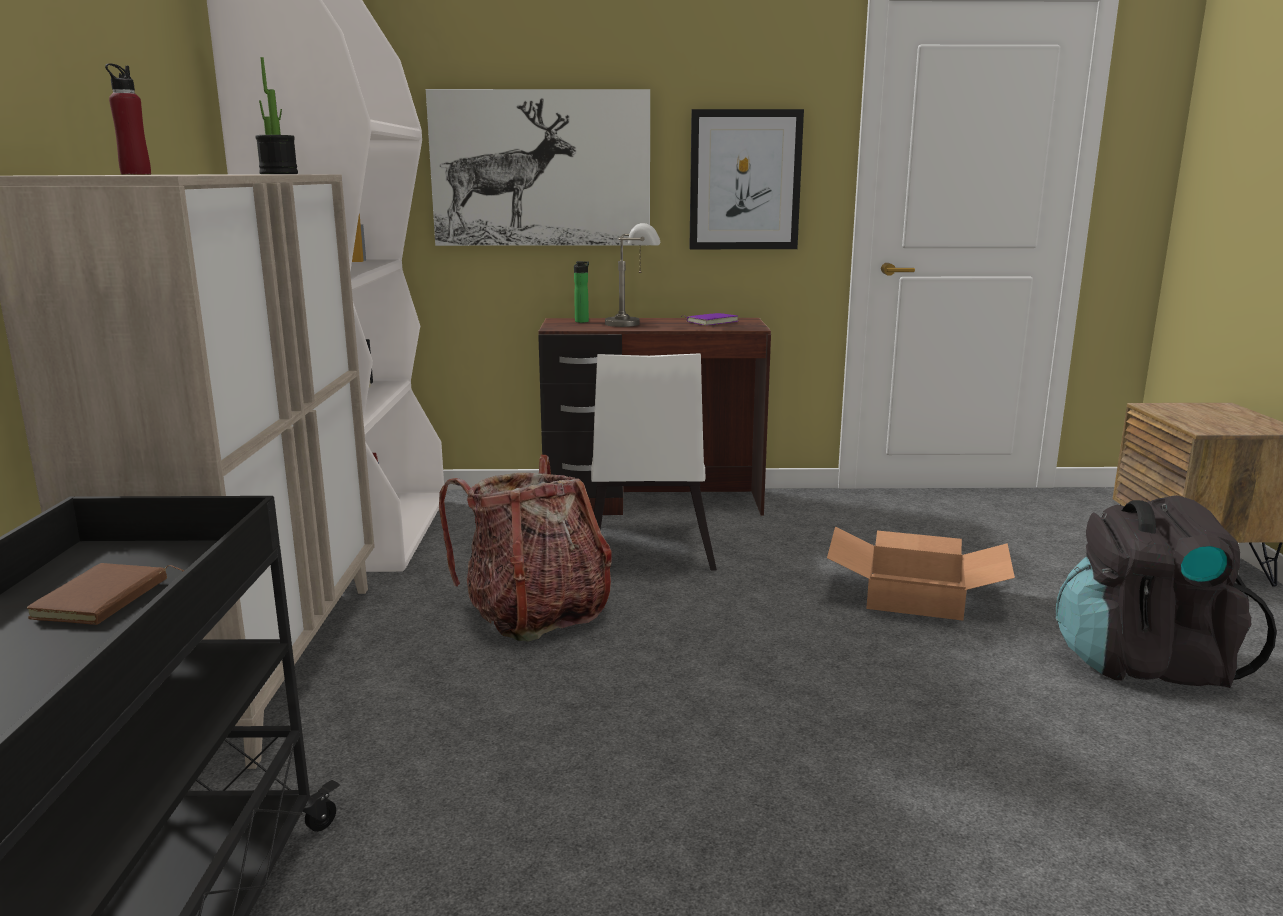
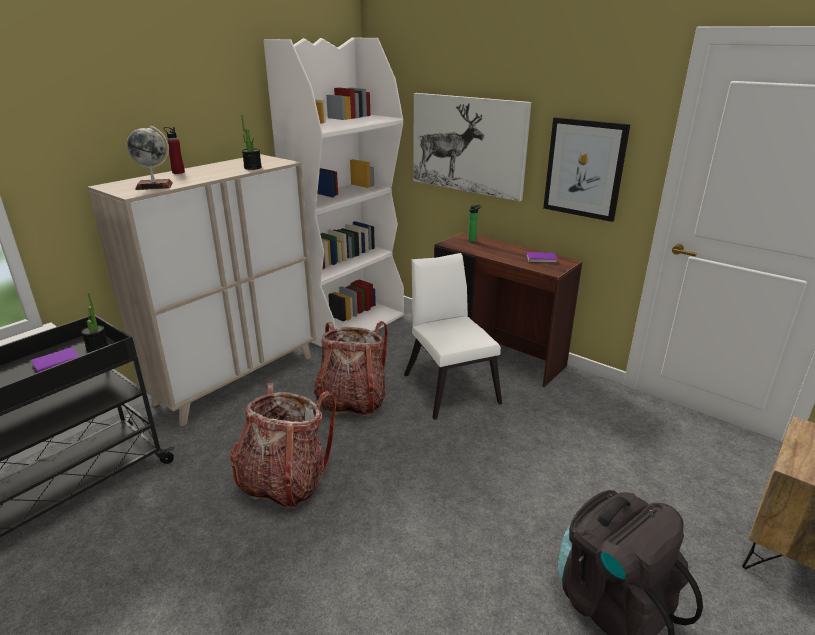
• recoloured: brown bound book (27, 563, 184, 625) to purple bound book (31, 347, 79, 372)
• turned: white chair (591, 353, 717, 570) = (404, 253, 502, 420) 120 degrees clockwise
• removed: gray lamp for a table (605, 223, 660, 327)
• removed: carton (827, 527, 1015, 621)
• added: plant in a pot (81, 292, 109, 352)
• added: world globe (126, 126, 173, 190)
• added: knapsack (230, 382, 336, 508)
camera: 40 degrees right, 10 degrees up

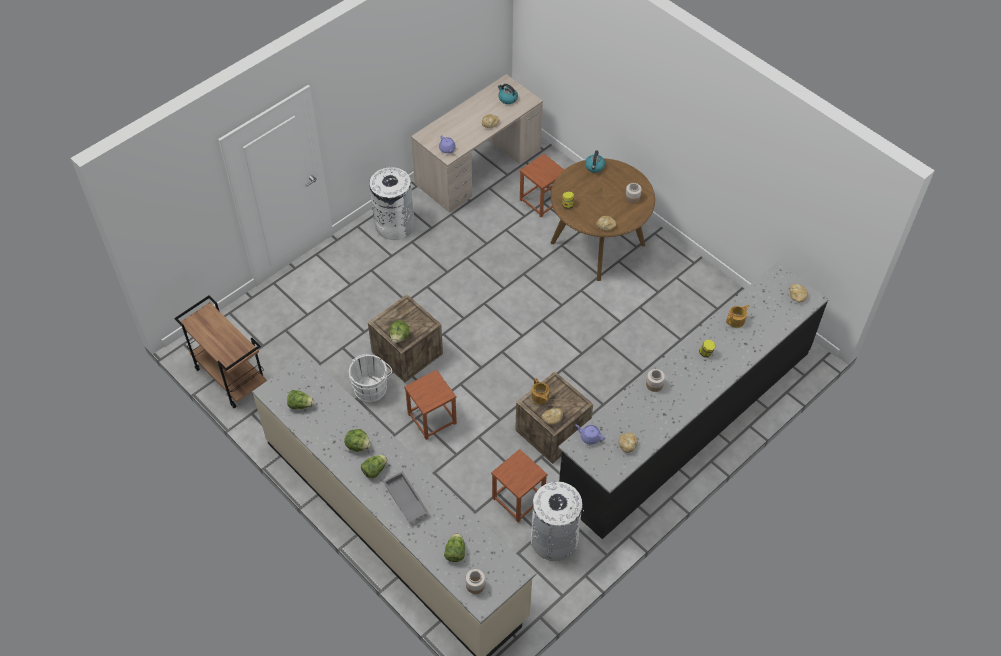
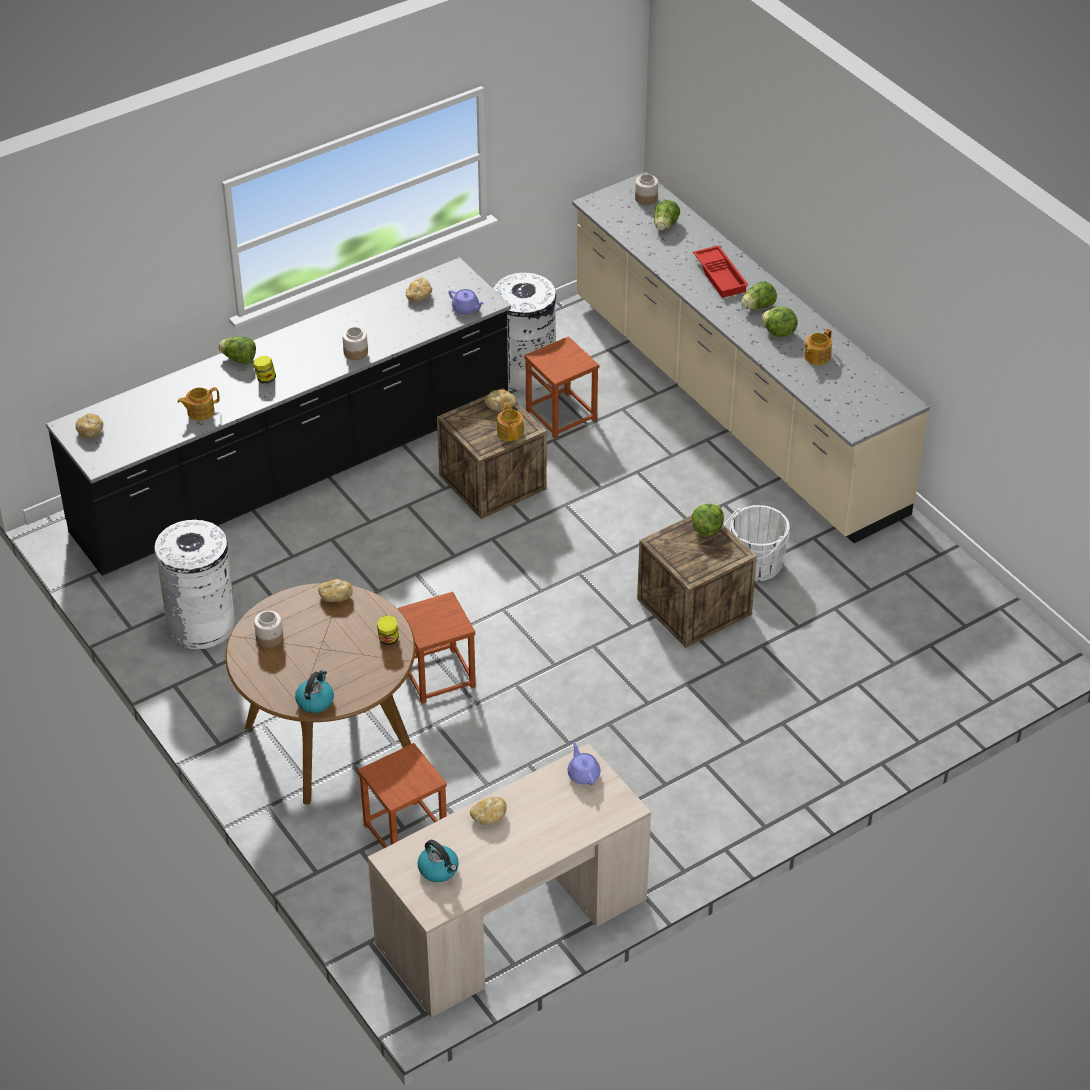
• removed: brown wheeled cart (174, 296, 267, 409)
• moved: head of lettuce (287, 390, 314, 409) to (218, 337, 256, 365)
• moved: white waste bin (369, 166, 415, 240) to (154, 520, 236, 650)
• recoloured: gray serving tray (383, 471, 429, 523) to reddish serving tray (693, 245, 748, 298)
• moved: brown sitting stool (404, 370, 457, 440) to (397, 592, 476, 704)
• added: teapot (804, 329, 832, 365)
camera: 170 degrees left, 10 degrees down

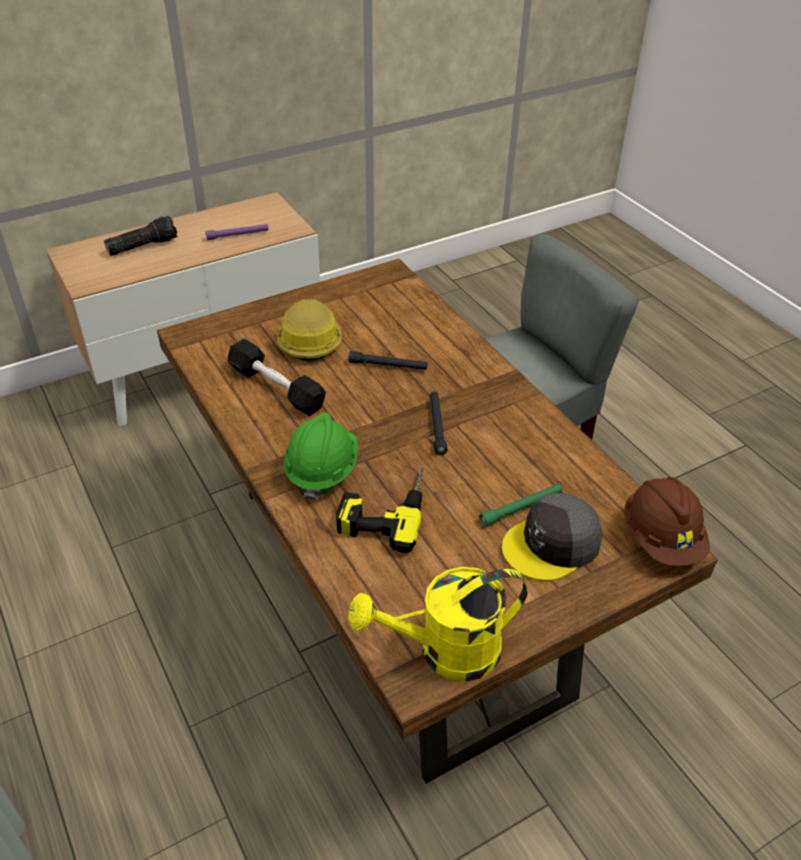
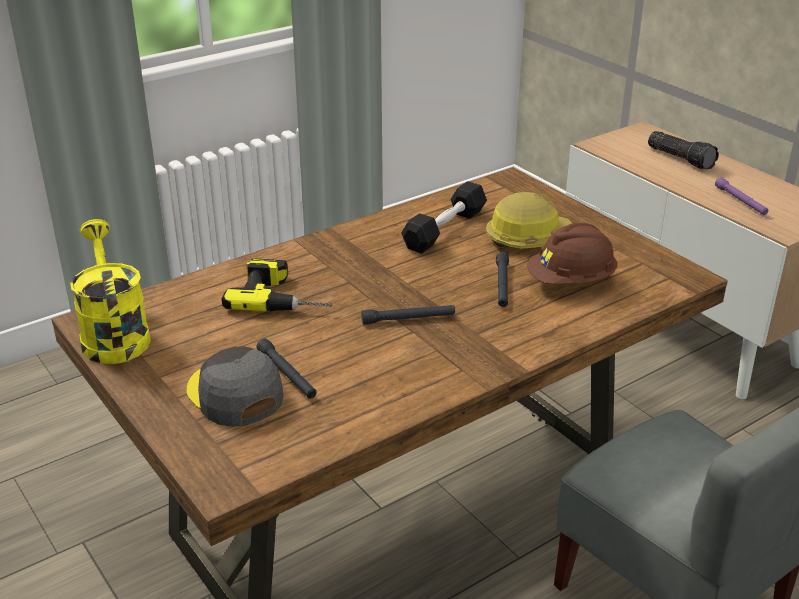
• removed: green safety helmet (284, 413, 358, 501)
• recoloured: green flashlight (479, 484, 562, 527) to blackish flashlight (256, 339, 316, 398)
• moved: brown safety helmet (624, 477, 710, 566) to (527, 223, 617, 284)
camera: 85 degrees right, 10 degrees down

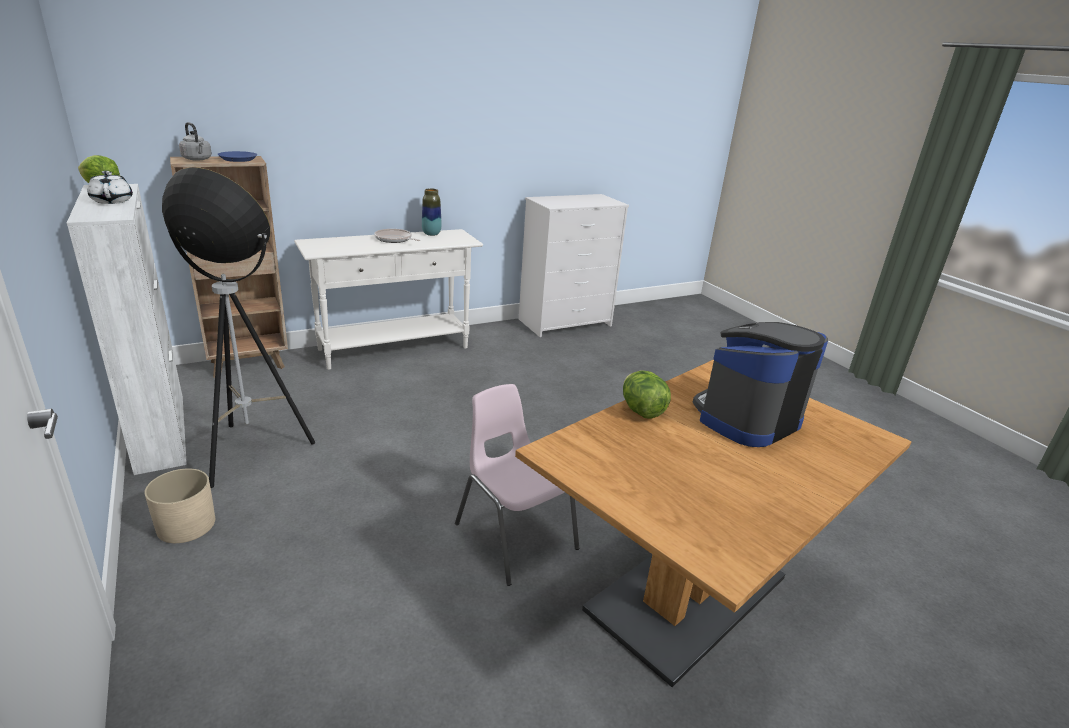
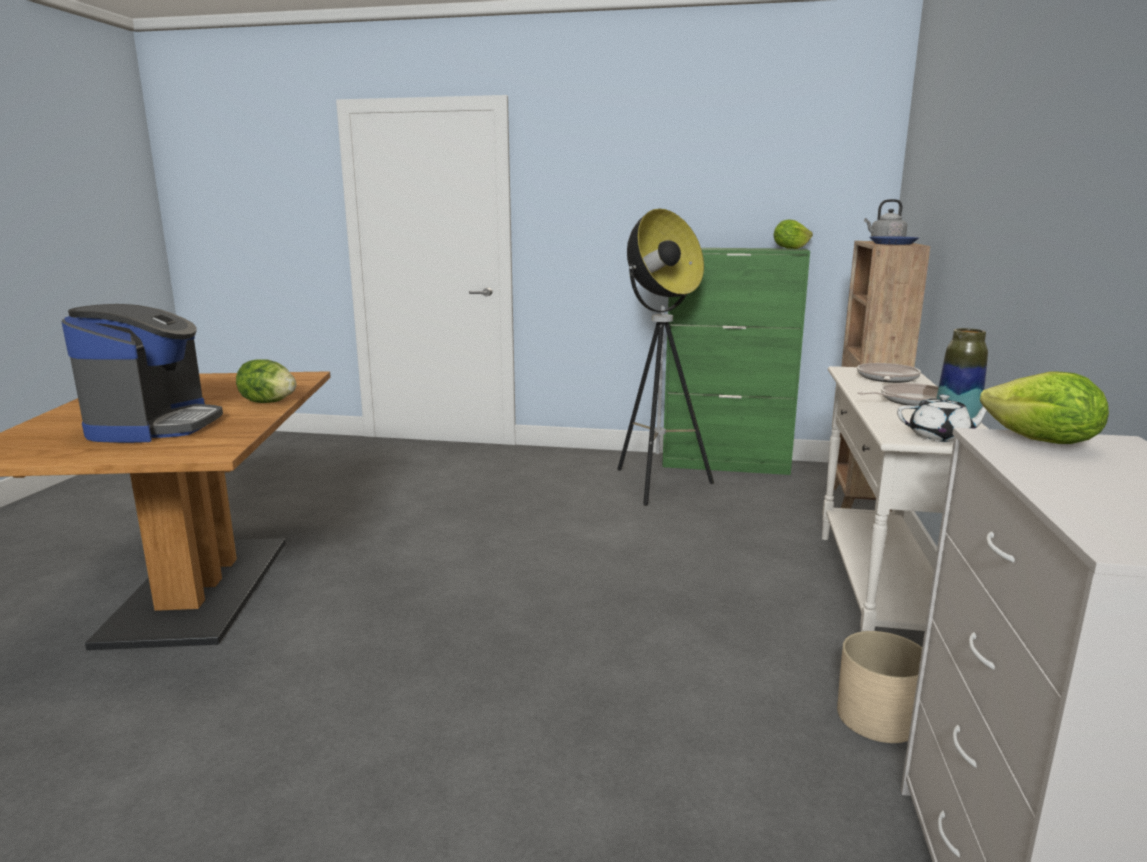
• recoloured: white storage cabinet (67, 184, 187, 475) to green storage cabinet (662, 248, 810, 475)
• moved: white teapot (88, 171, 133, 204) to (897, 394, 987, 442)
• moved: sand-coloured planter (145, 468, 215, 543) to (837, 631, 922, 743)
• removed: pinkish chair (455, 384, 579, 586)
• added: pan (857, 363, 921, 383)
• added: head of lettuce (980, 371, 1109, 444)
camera: 130 degrees right, 10 degrees down

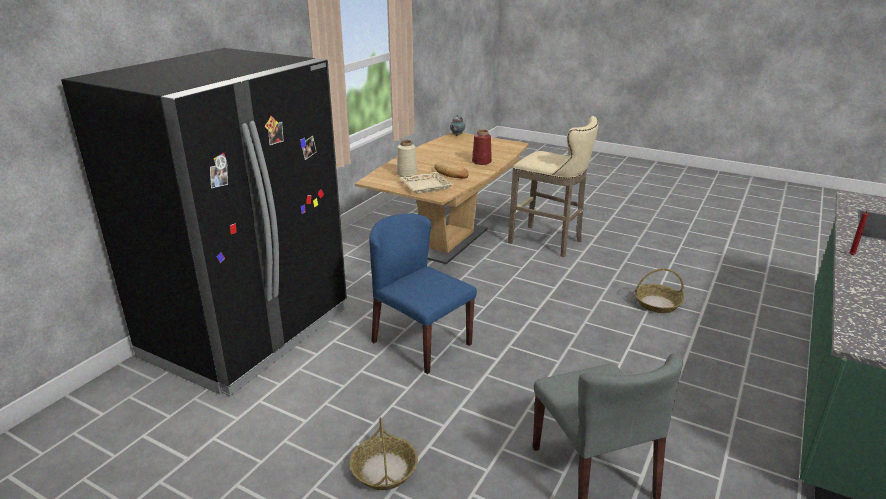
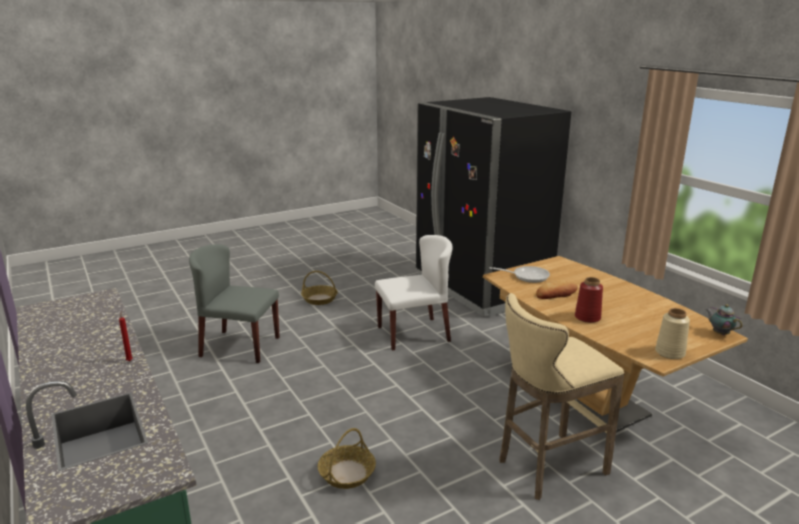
• recoloured: blue-coloured chair (369, 214, 477, 374) to white chair (375, 235, 453, 351)
• moved: sand-coloured flower vase (397, 140, 417, 177) to (655, 308, 690, 359)
• replaced: sand-coloured serving tray (400, 172, 453, 194) to pan (489, 266, 550, 283)
camera: 120 degrees right, 5 degrees down

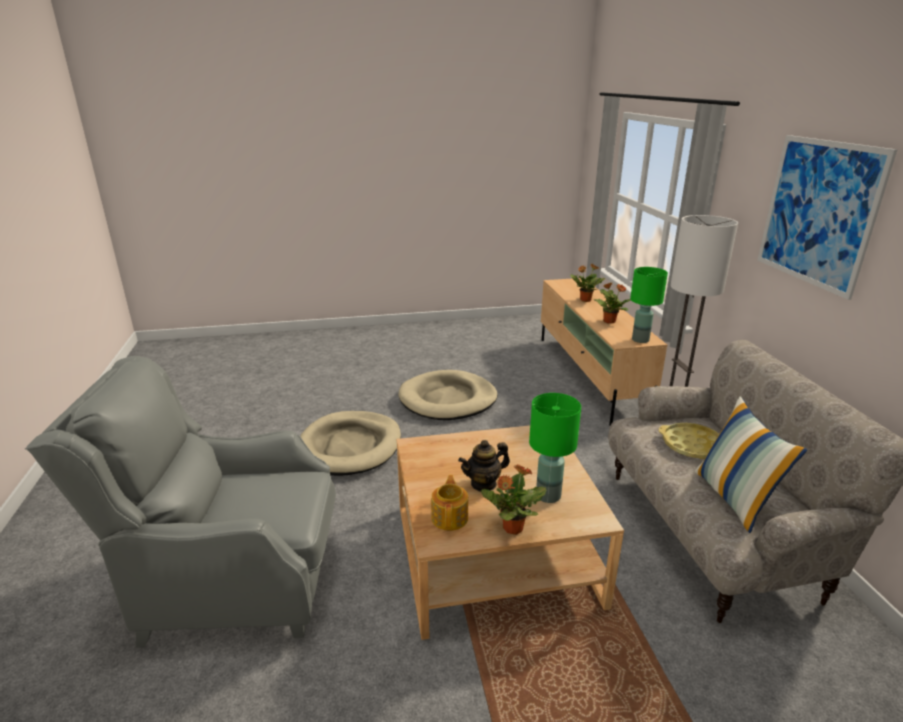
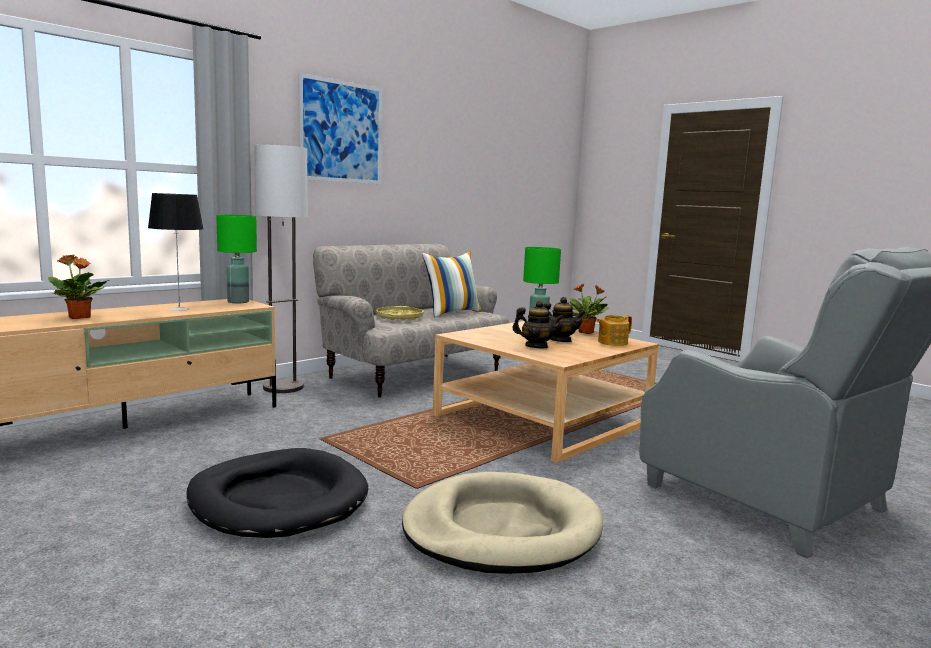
• recoloured: sand-coloured pet bed (399, 370, 498, 420) to blackish pet bed (186, 448, 368, 538)
• replaced: plant in a pot (595, 283, 631, 324) to lamp for a table (148, 193, 204, 311)
• added: teapot (512, 301, 563, 348)
camera: 125 degrees left, 15 degrees down

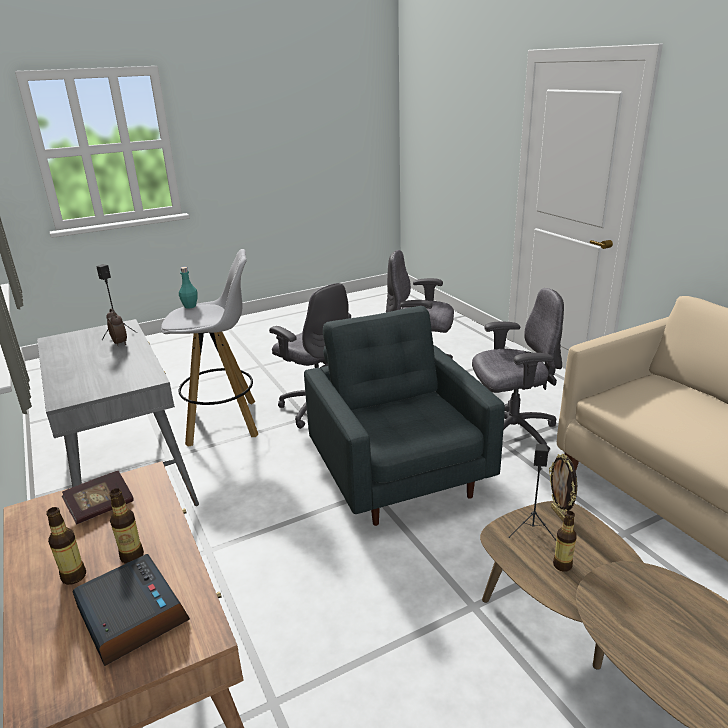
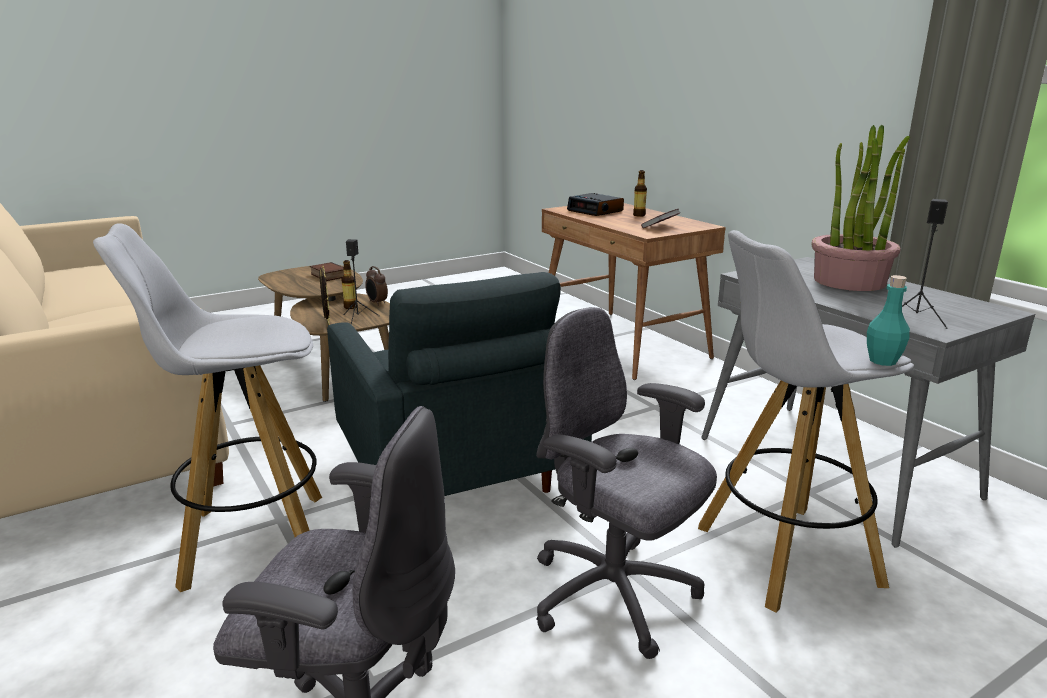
• moved: table clock (106, 308, 127, 346) to (365, 266, 388, 306)
• removed: bottle (109, 488, 144, 564)
• replaced: gray desk chair (472, 288, 564, 452) to white sitting stool (93, 223, 322, 592)
• added: bound book (310, 262, 344, 281)
• added: plant in a pot (811, 125, 910, 291)
camera: 175 degrees right, 5 degrees down

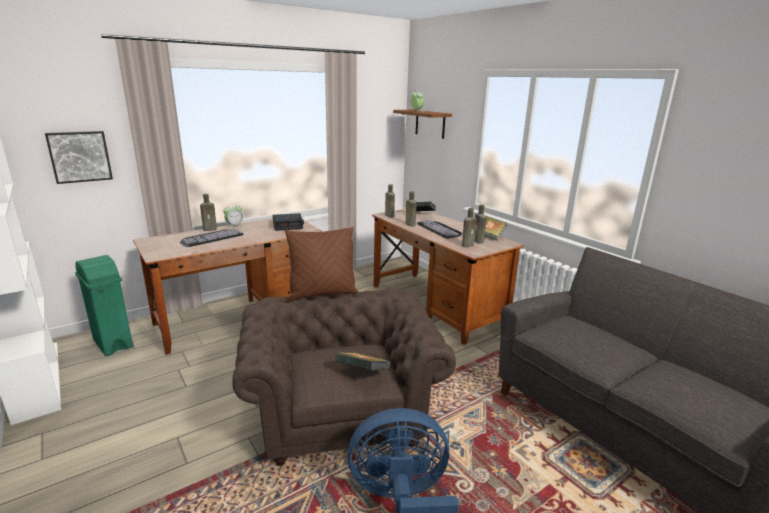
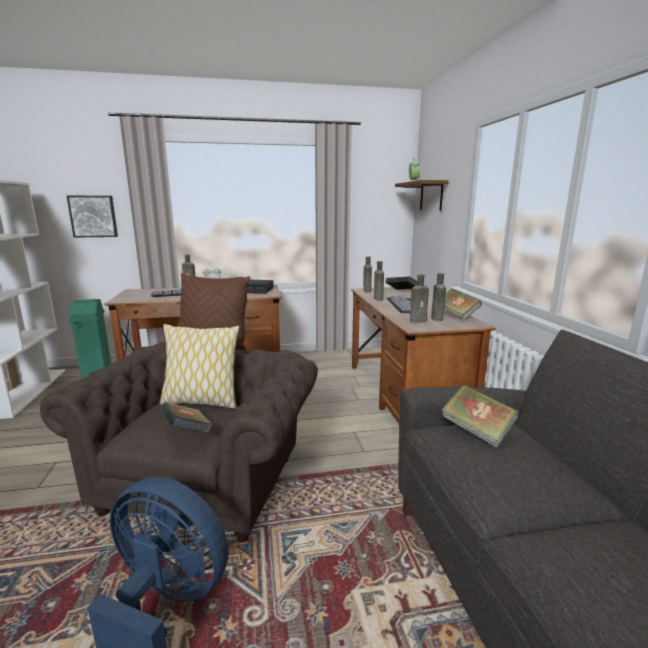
• added: cushion (160, 324, 240, 409)
• added: bound book (442, 383, 519, 448)
camera: 25 degrees right, 5 degrees down

